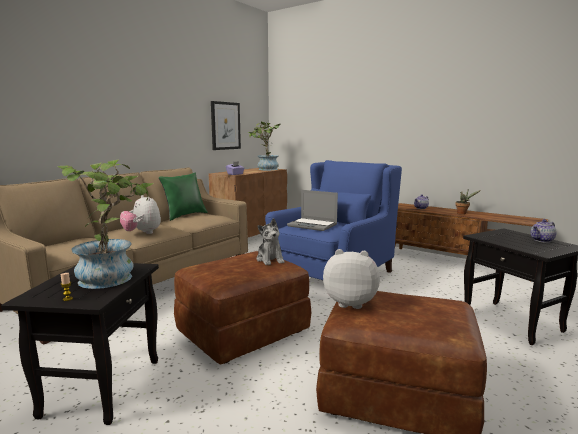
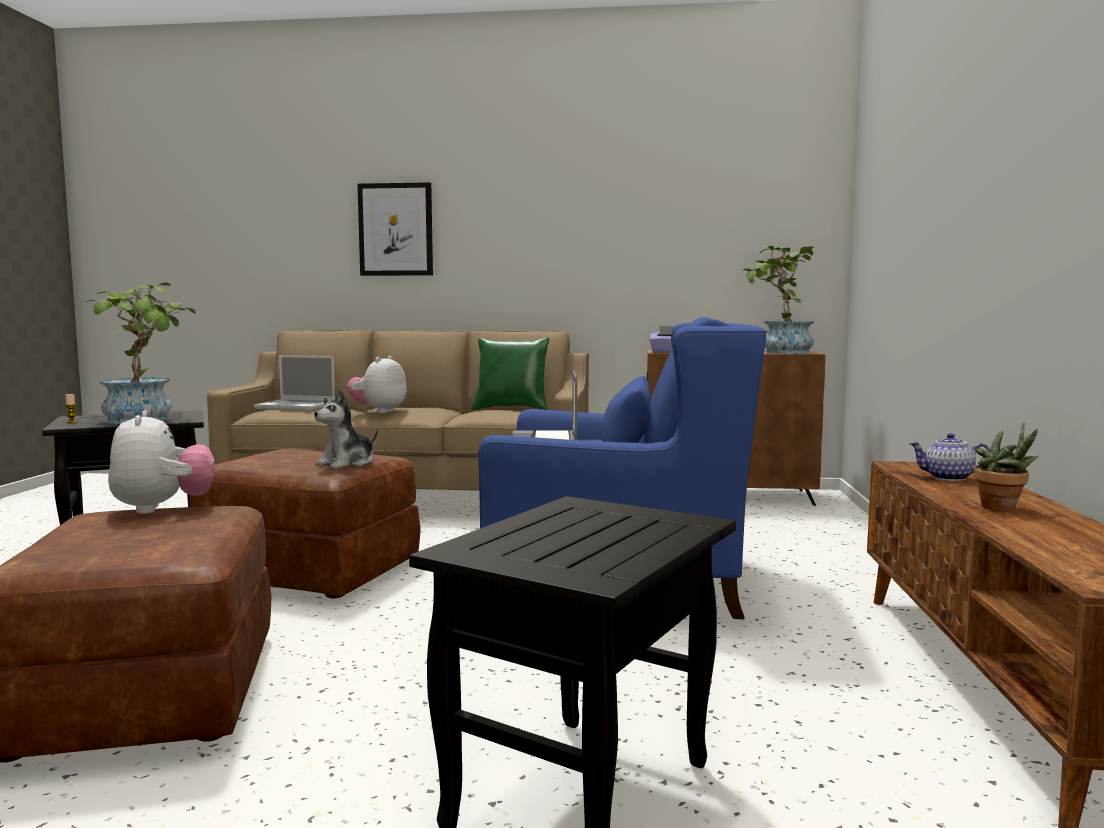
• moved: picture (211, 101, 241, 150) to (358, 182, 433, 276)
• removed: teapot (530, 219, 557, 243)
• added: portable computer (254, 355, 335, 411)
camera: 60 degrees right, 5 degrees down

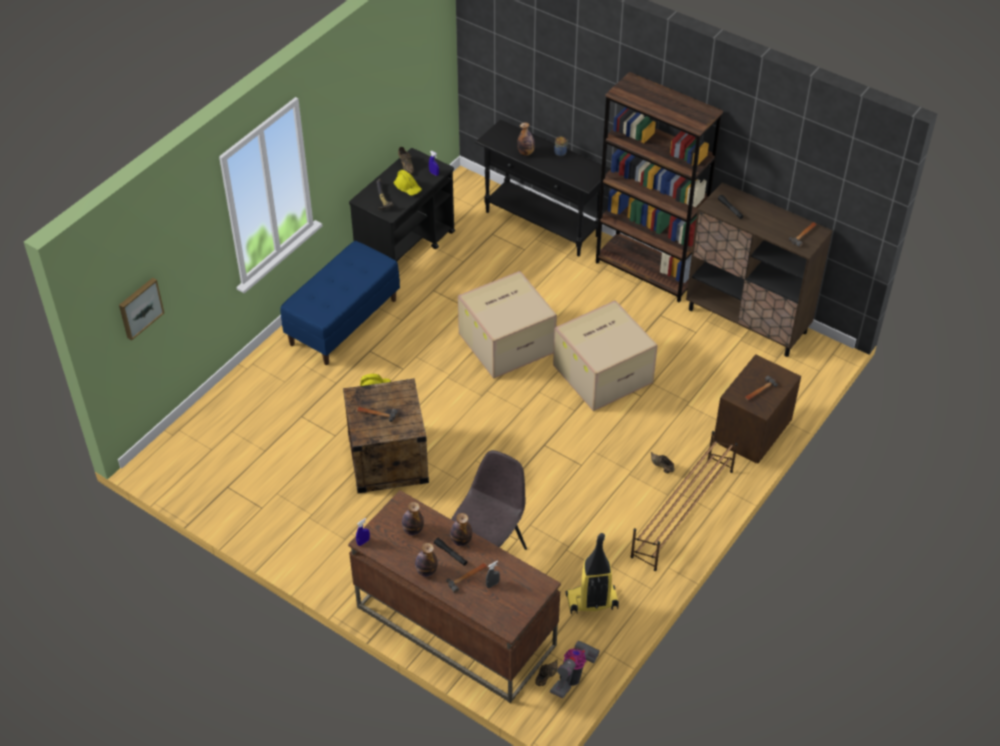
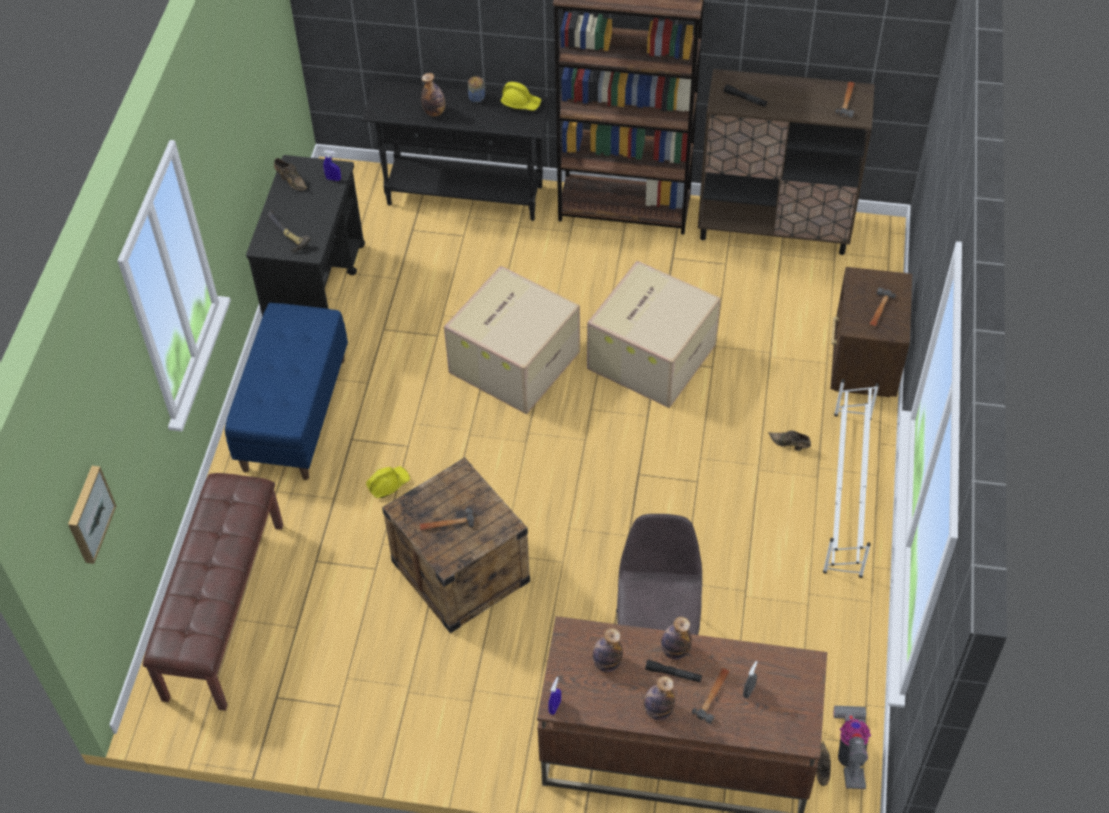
• moved: yellow safety helmet (393, 170, 422, 196) to (501, 82, 541, 111)
• removed: vacuum cleaner (566, 533, 619, 614)
• recoloured: brown shoe rack (630, 431, 738, 571) to white shoe rack (823, 379, 879, 578)
• added: brown bench (143, 473, 283, 711)
camera: 25 degrees left, 5 degrees up

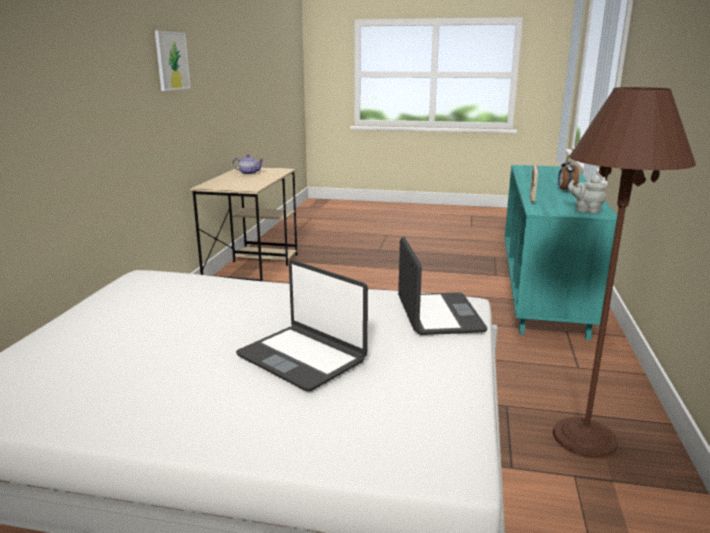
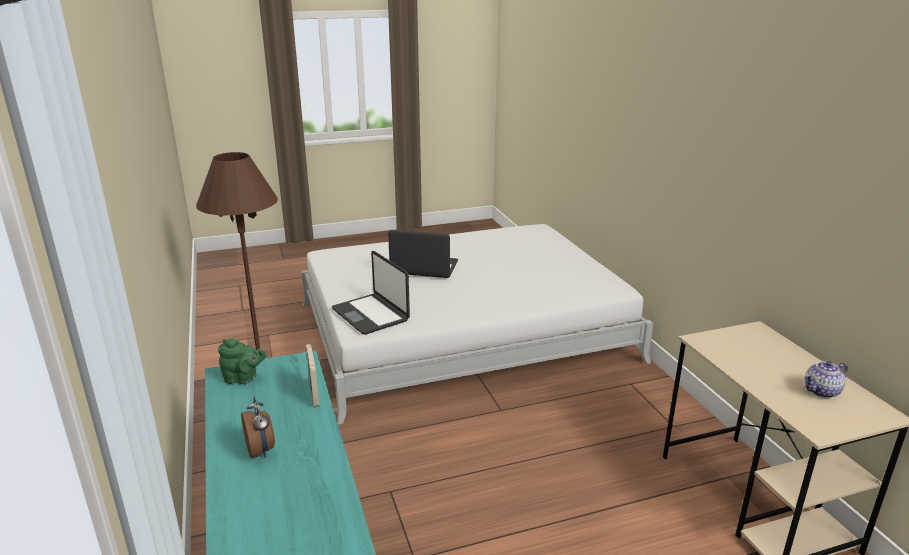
• removed: picture (155, 31, 191, 91)
• recoloured: gray teapot (568, 177, 606, 214) to green teapot (218, 338, 267, 384)
camera: 150 degrees right, 5 degrees up

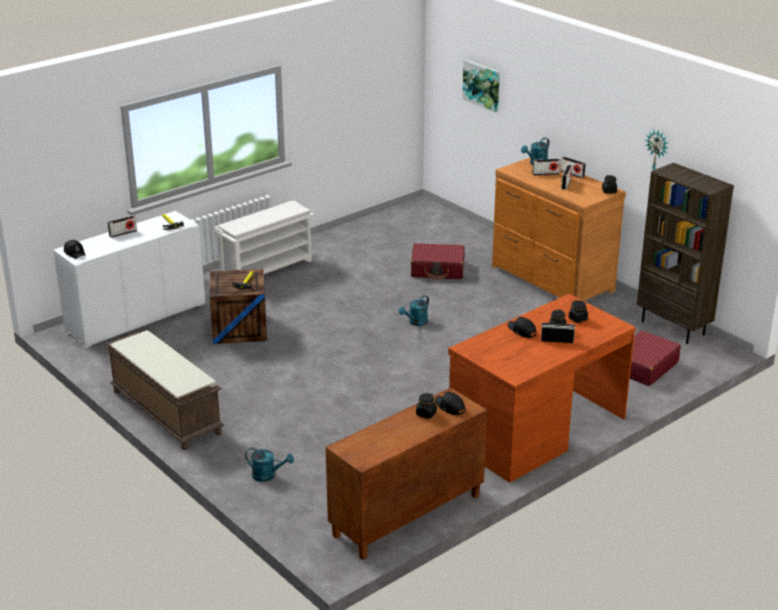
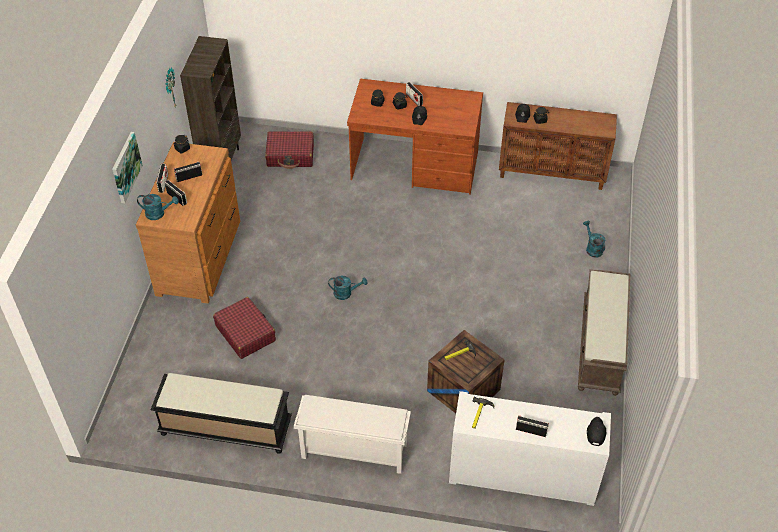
• moved: picture (462, 60, 500, 112) to (112, 132, 143, 203)
• added: blackish bench (151, 373, 292, 454)
camera: 130 degrees left, 20 degrees up

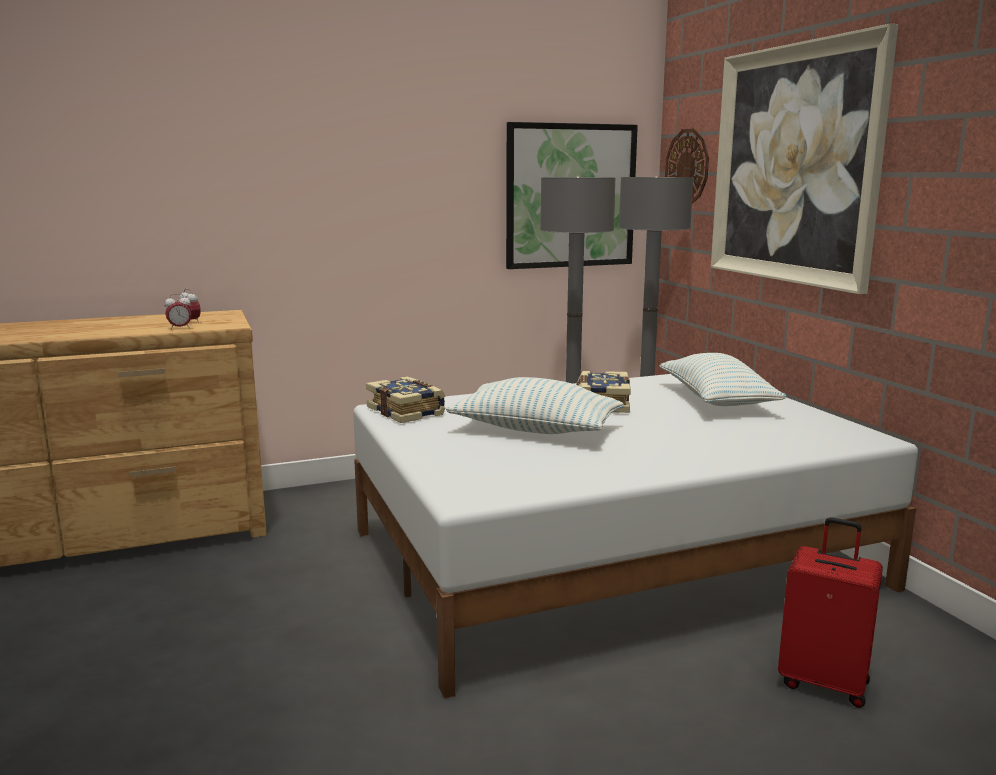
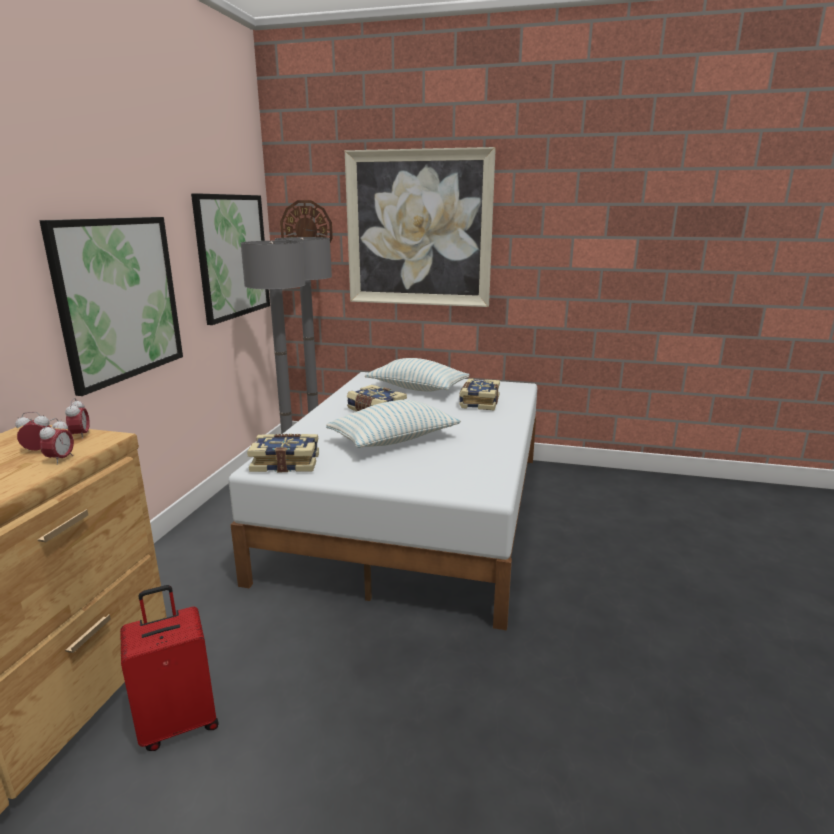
• moved: reddish travel case (778, 517, 883, 708) to (120, 585, 219, 751)
• added: picture (39, 217, 183, 396)
• added: table clock (65, 398, 90, 439)
• added: bound book (459, 378, 500, 410)
camera: 55 degrees left, 5 degrees up

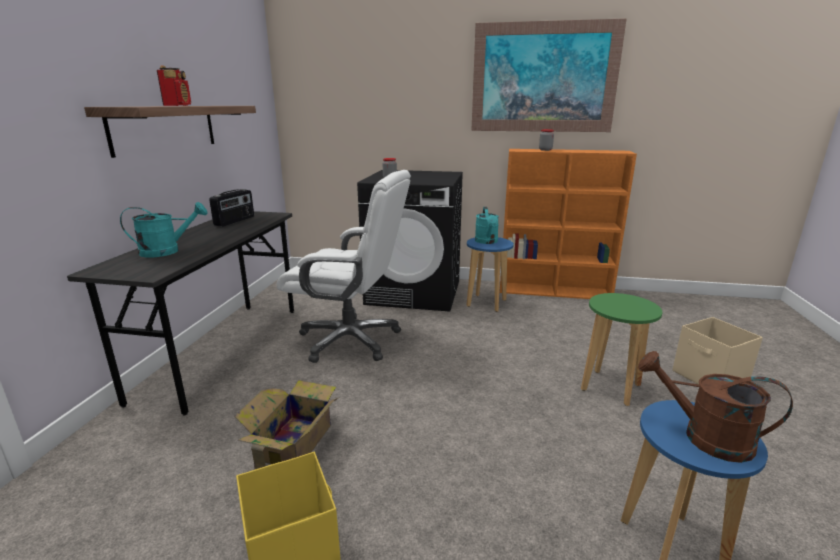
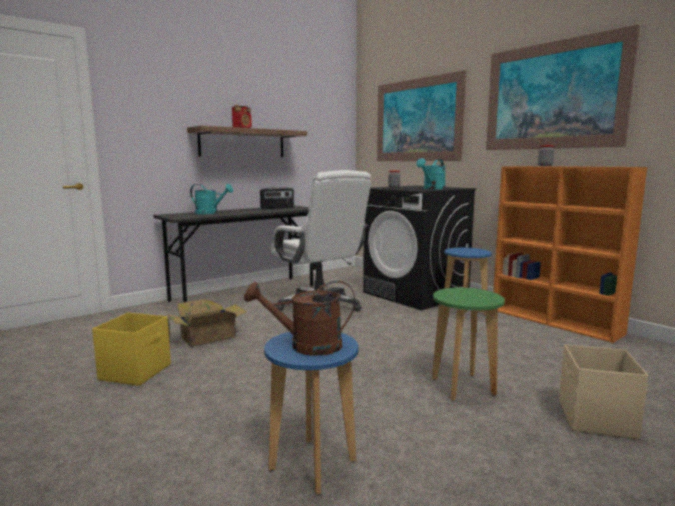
• moved: blue-green sprinkling can (475, 207, 499, 244) to (416, 158, 446, 189)
• turned: brown sprinkling can (638, 351, 793, 463) = (244, 281, 355, 356) 75 degrees counterclockwise
• added: picture (377, 70, 466, 161)
camera: 40 degrees right, 10 degrees down

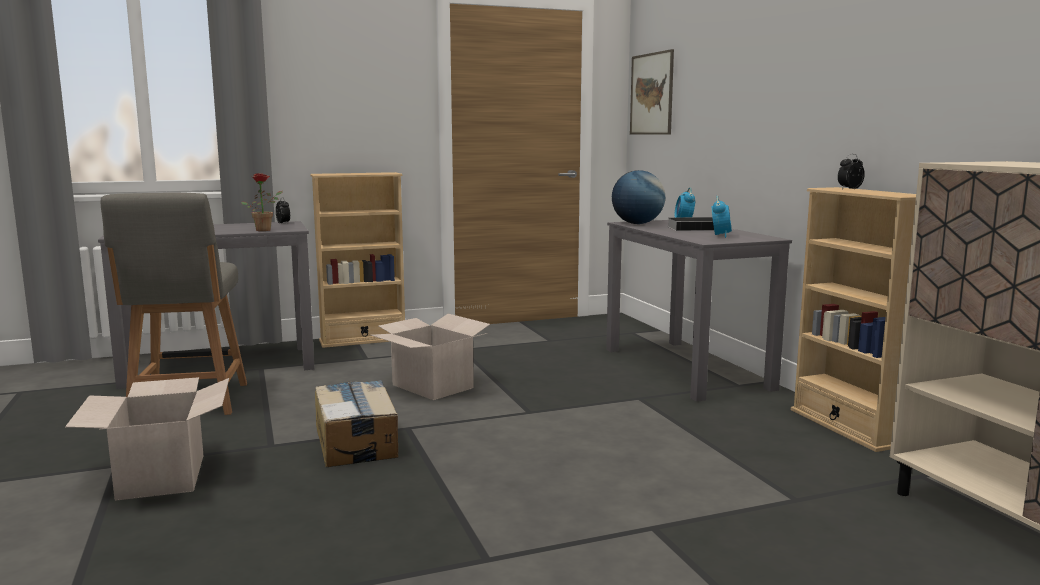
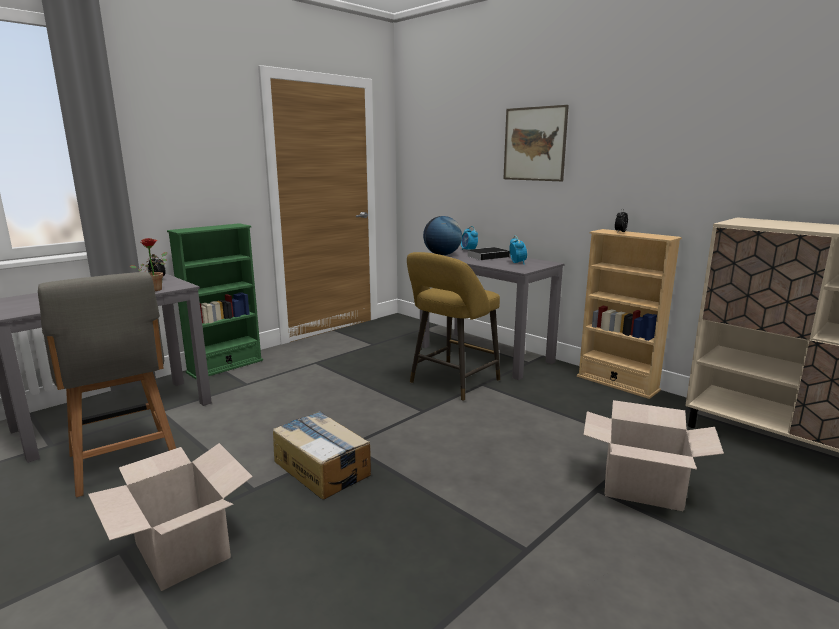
• recoloured: sand-coloured shelving unit (310, 172, 405, 348) to green shelving unit (167, 223, 263, 380)
• moved: carton (371, 314, 490, 400) to (584, 400, 724, 511)
• moved: picture (630, 49, 674, 135) to (503, 105, 569, 181)
• added: yellow sitting stool (407, 252, 500, 401)
camera: 25 degrees left, 5 degrees up

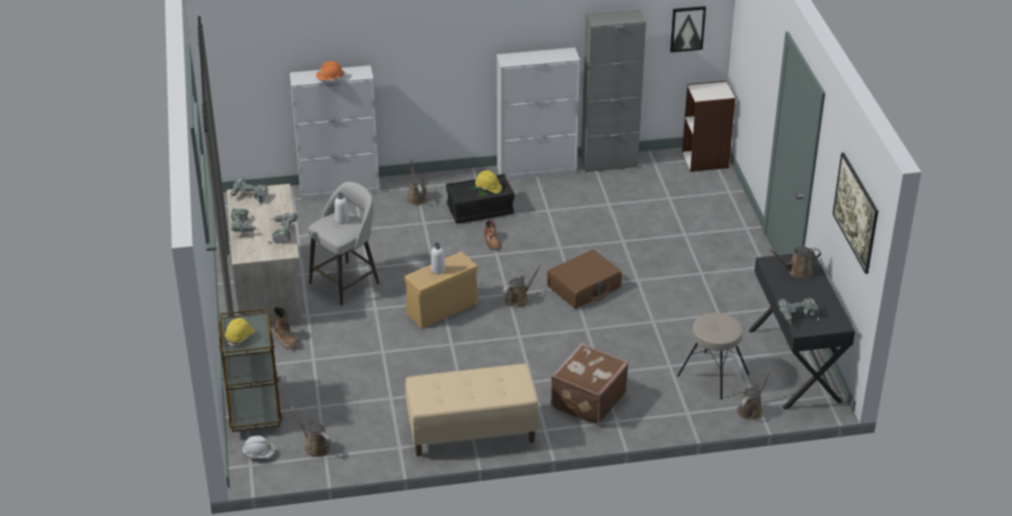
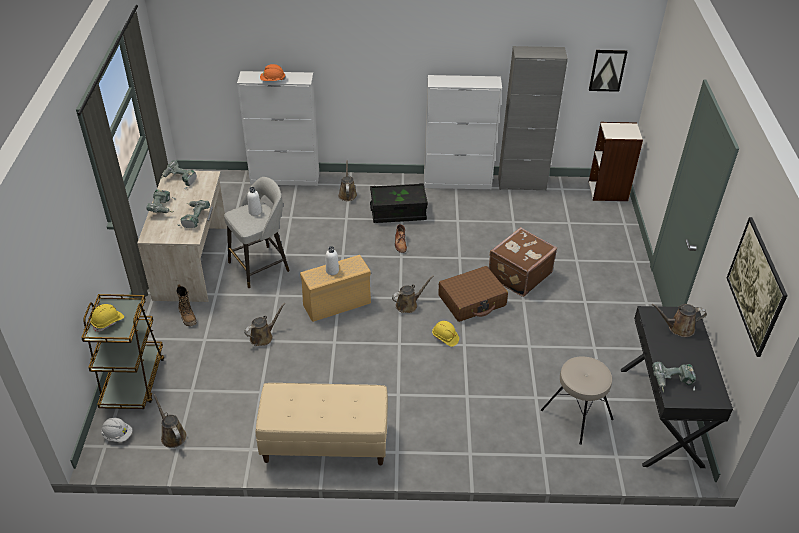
• moved: yellow safety helmet (475, 170, 502, 194) to (432, 321, 459, 347)
• moved: brown travel case (551, 343, 629, 425) to (489, 227, 557, 297)
• moved: brown sprinkling can (737, 369, 772, 420) to (244, 303, 286, 346)
camera: 10 degrees right, 5 degrees up

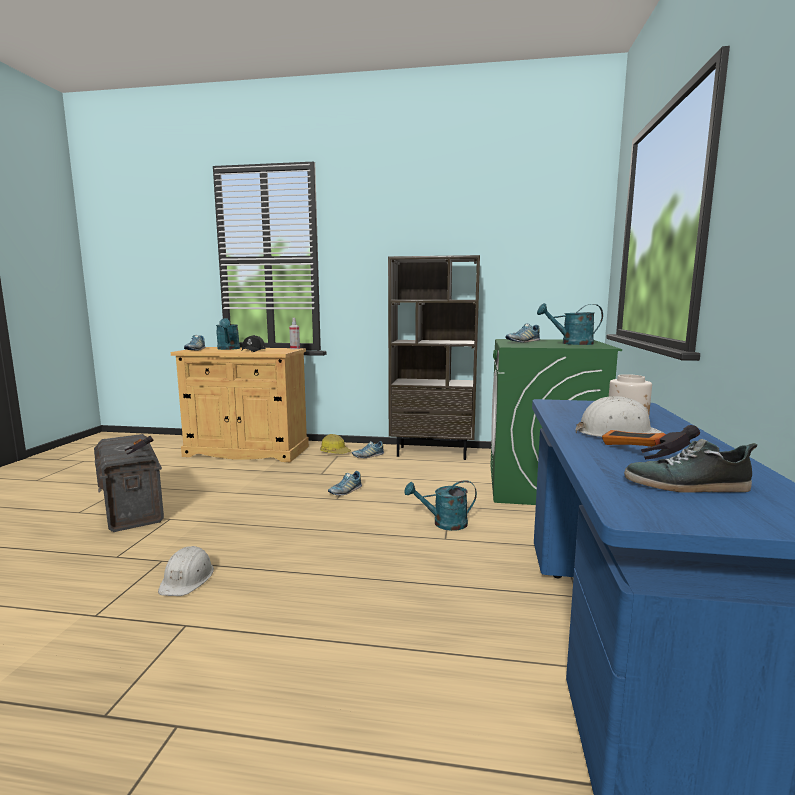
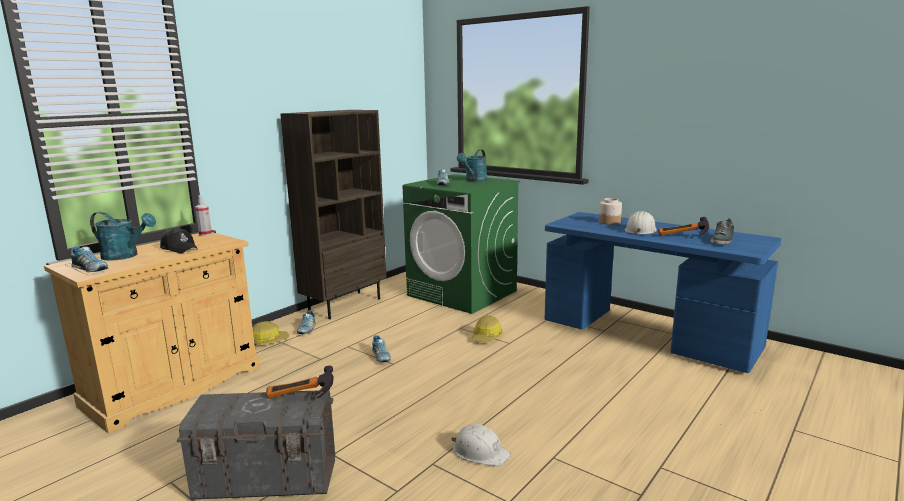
• replaced: blue-green sprinkling can (404, 480, 477, 531) to safety helmet (472, 316, 503, 343)
camera: 60 degrees left, 5 degrees up

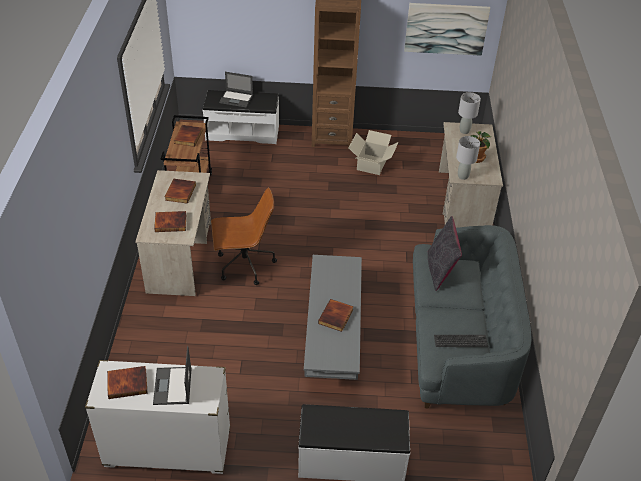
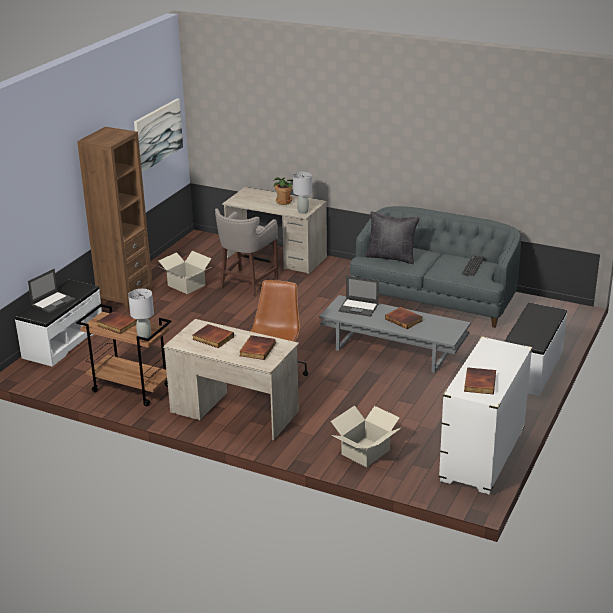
• moved: portable computer (153, 346, 192, 405) to (338, 276, 379, 317)
• moved: gray lamp for a table (458, 92, 481, 134) to (128, 289, 154, 338)
• added: gray sitting stool (215, 208, 278, 296)
• added: carton (331, 406, 401, 467)
camera: 65 degrees left, 15 degrees down

